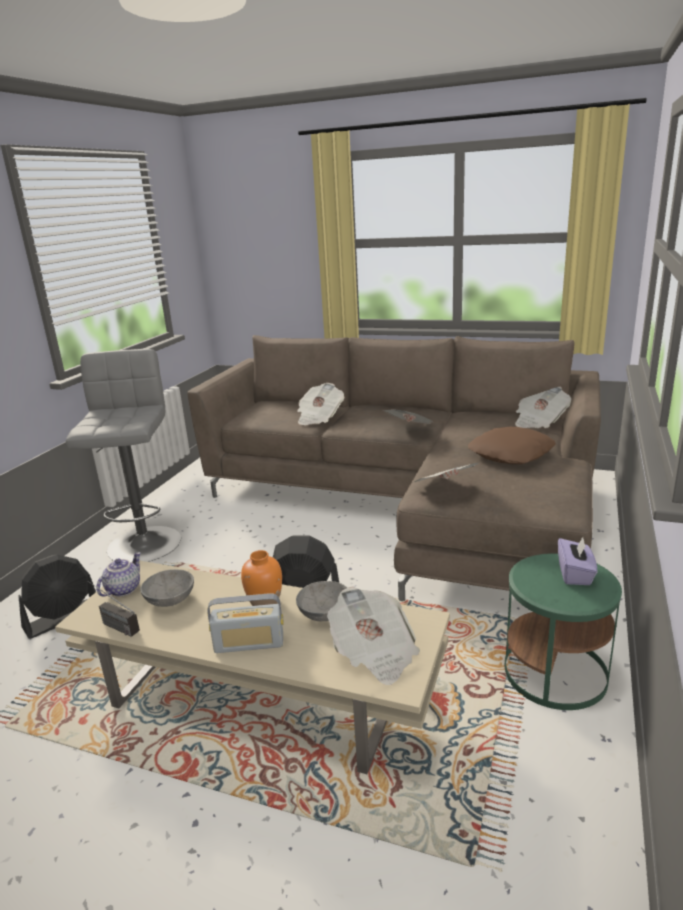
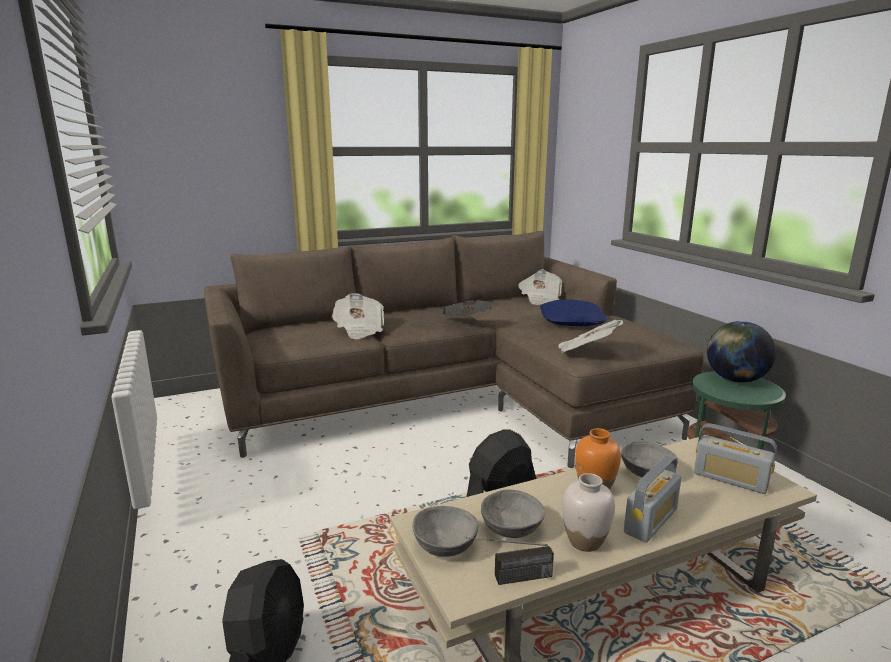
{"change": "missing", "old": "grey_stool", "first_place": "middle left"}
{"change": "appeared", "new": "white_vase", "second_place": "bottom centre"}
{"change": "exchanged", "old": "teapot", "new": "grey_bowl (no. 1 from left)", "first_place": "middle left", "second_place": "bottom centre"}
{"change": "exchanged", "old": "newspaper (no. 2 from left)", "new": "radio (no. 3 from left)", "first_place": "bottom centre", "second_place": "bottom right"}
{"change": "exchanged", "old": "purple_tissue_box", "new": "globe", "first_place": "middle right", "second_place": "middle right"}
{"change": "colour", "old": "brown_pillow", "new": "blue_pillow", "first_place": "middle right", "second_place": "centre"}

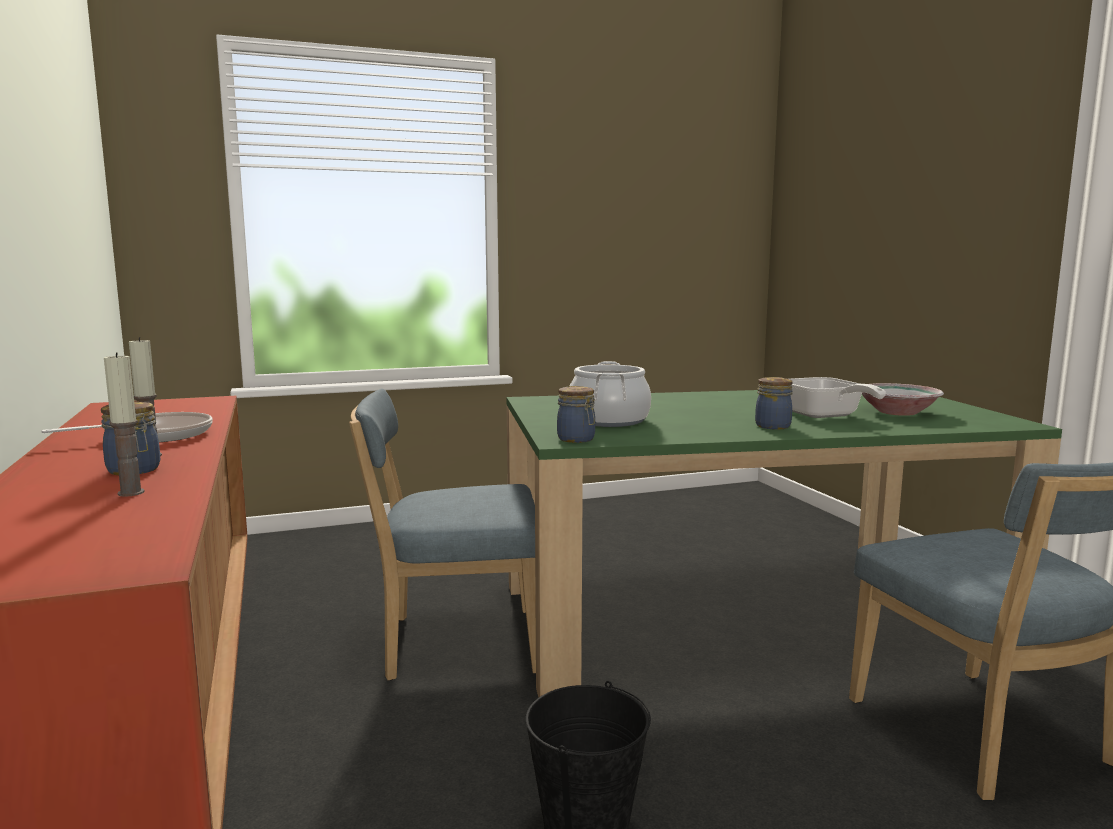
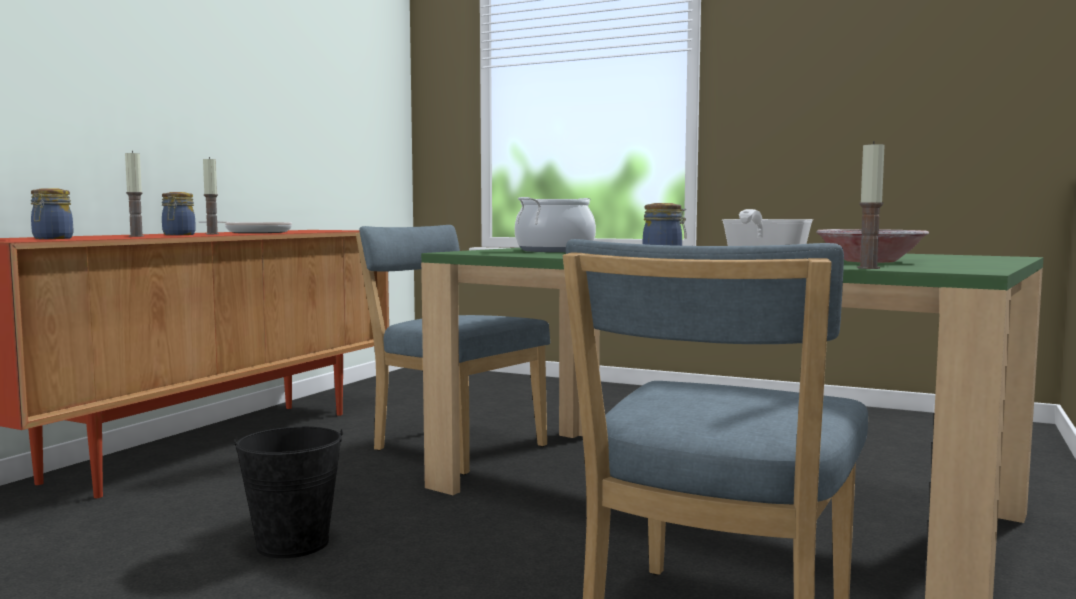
{"change": "appeared", "new": "candle (no. 3 from left)", "second_place": "middle right"}
{"change": "relocated", "old": "jar (no. 2 from left in the first image)", "new": "jar (no. 1 from left)", "first_place": "centre", "second_place": "middle left"}

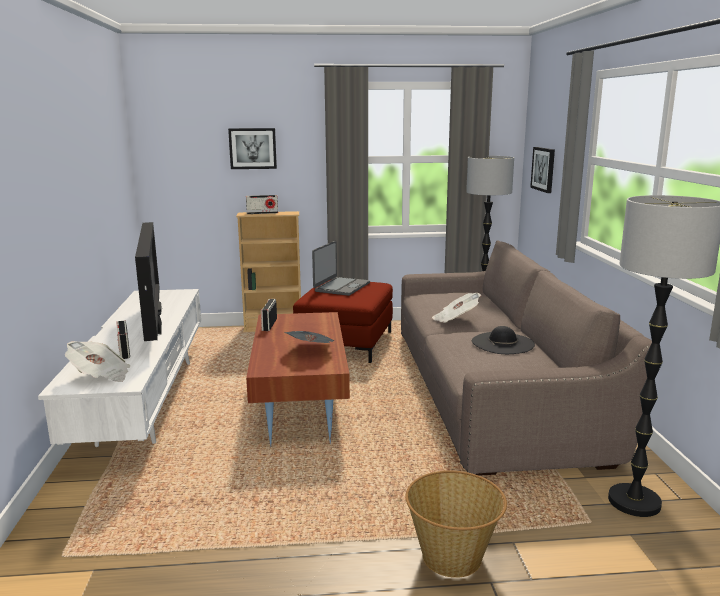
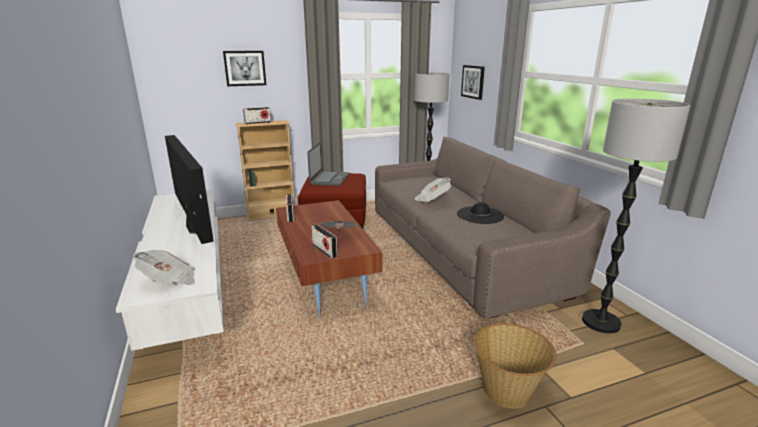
{"change": "relocated", "old": "radio (no. 1 from left in the first image)", "new": "radio (no. 3 from left)", "first_place": "middle left", "second_place": "centre"}

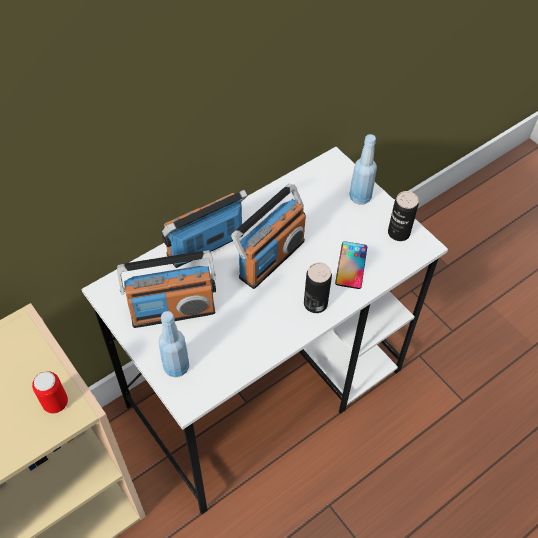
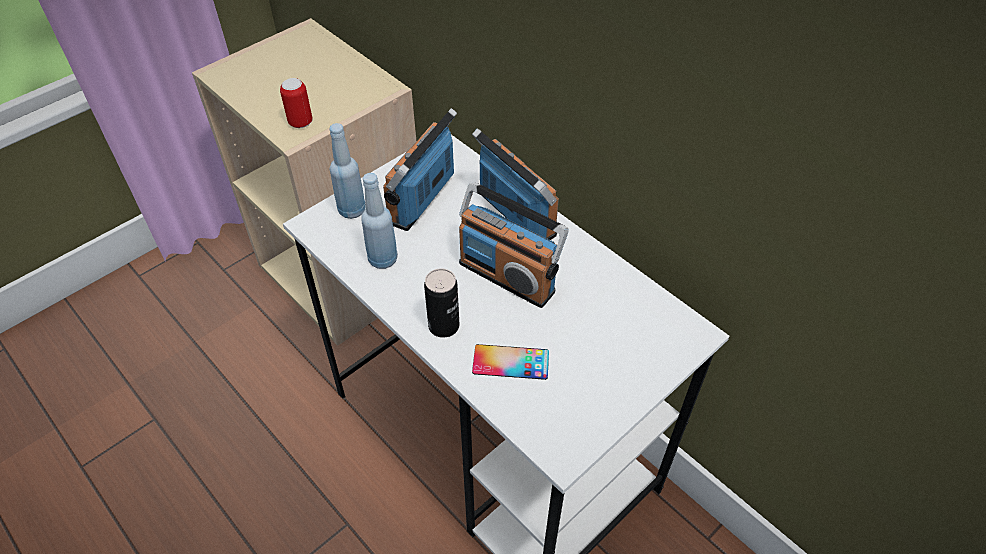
{"change": "missing", "old": "can (no. 3 from left)", "first_place": "middle right"}
{"change": "relocated", "old": "blue_bottle (no. 2 from left)", "first_place": "top right", "second_place": "centre"}
{"change": "spun", "old": "radio (no. 1 from left)", "first_place": "middle left", "second_place": "top centre", "degrees": 45}

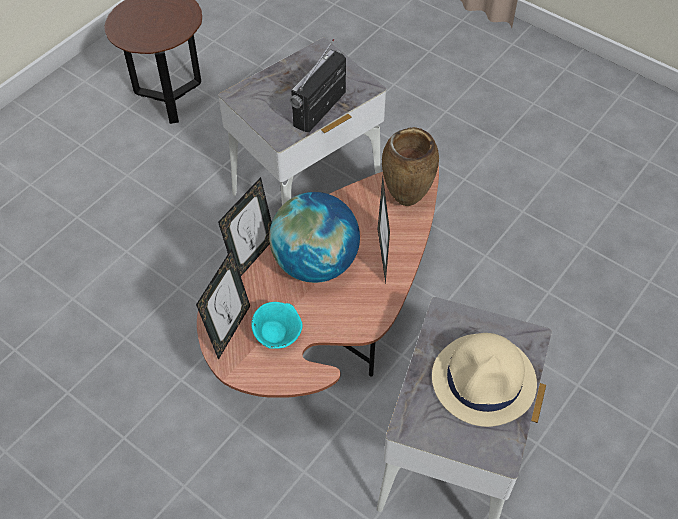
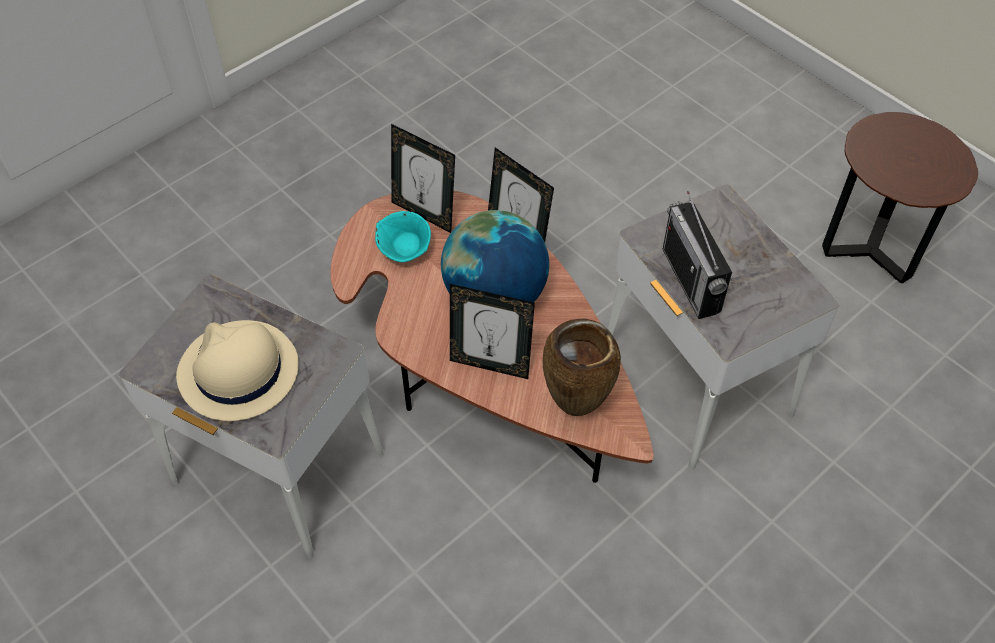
{"change": "spun", "old": "radio", "first_place": "top centre", "second_place": "middle right", "degrees": -150}

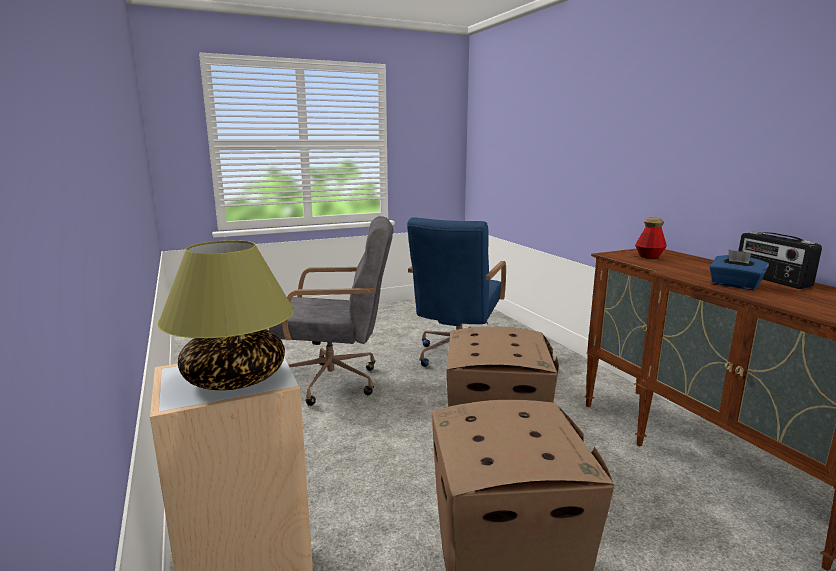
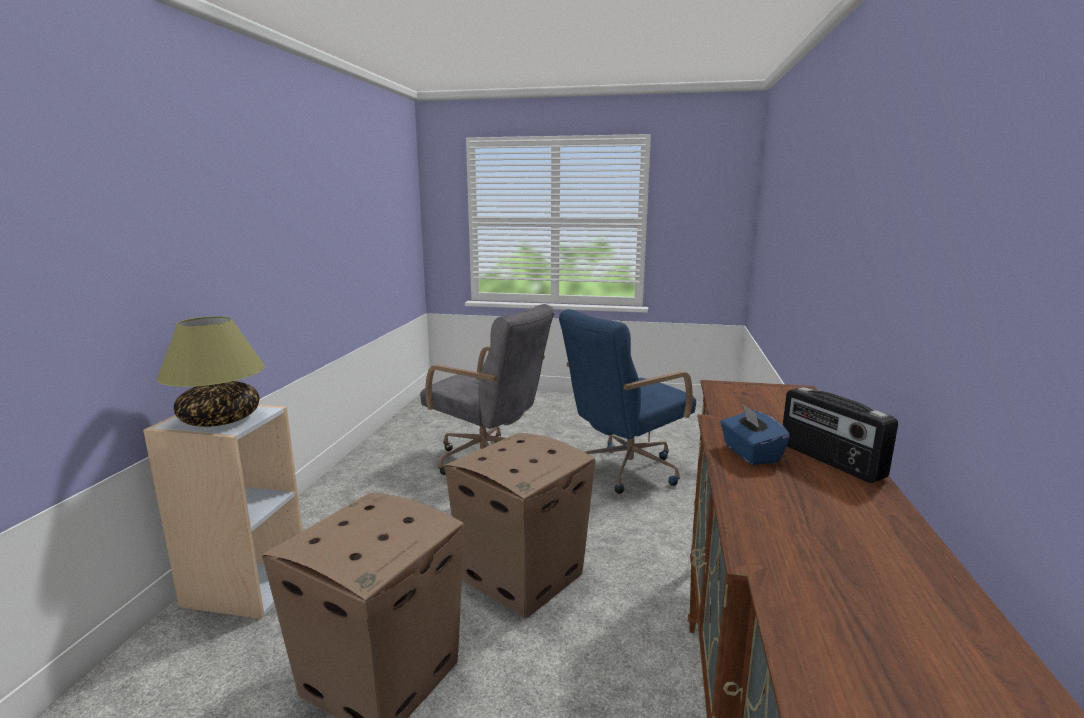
{"change": "missing", "old": "bottle", "first_place": "middle right"}
{"change": "spun", "old": "radio", "first_place": "middle right", "second_place": "middle right", "degrees": -45}

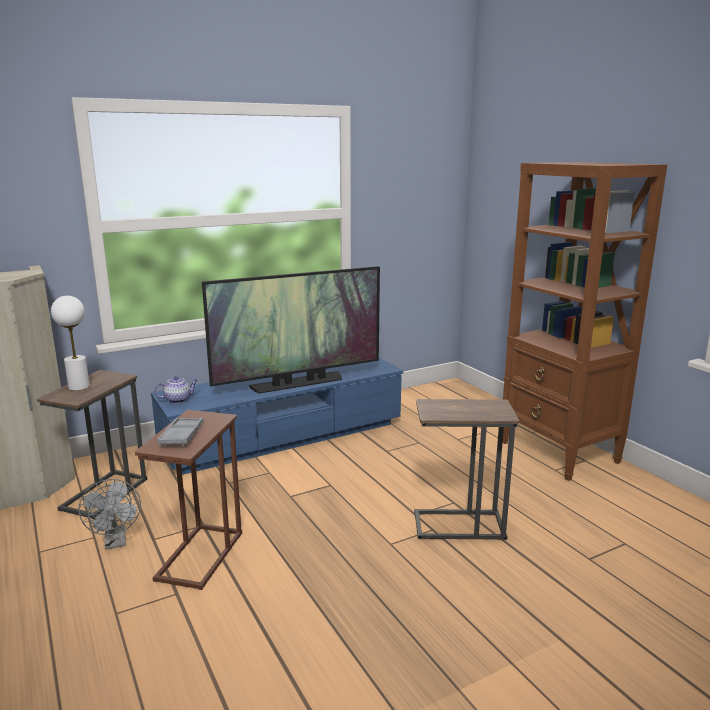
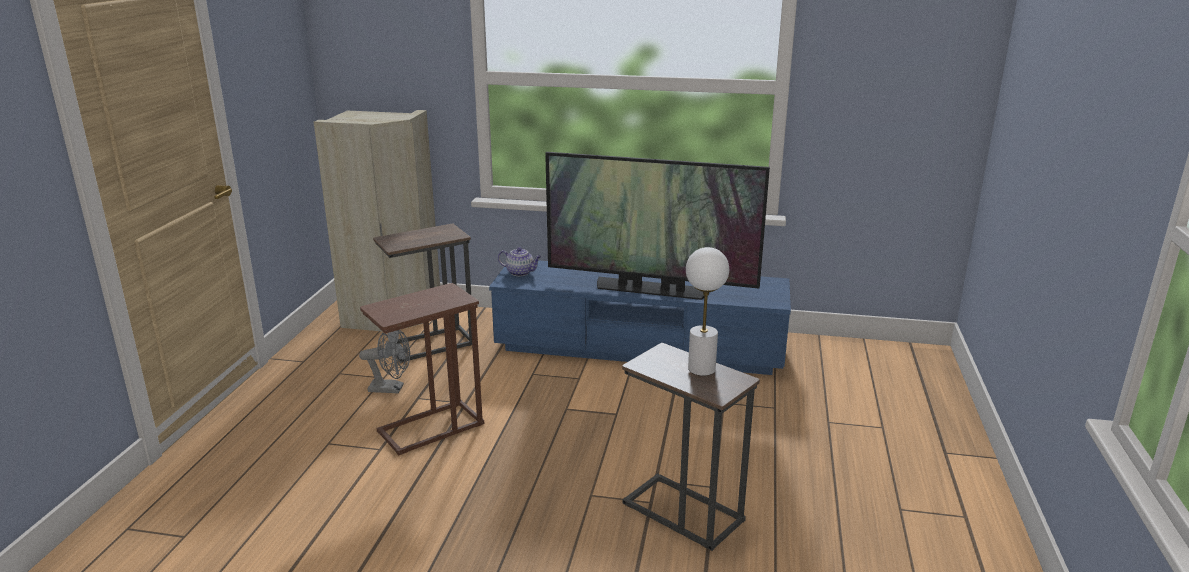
{"change": "missing", "old": "grey_tray", "first_place": "middle left"}
{"change": "missing", "old": "brown_bookcase", "first_place": "middle right"}
{"change": "relocated", "old": "white_table_lamp", "first_place": "middle left", "second_place": "centre"}
{"change": "spun", "old": "grey_fan", "first_place": "bottom left", "second_place": "middle left", "degrees": -105}

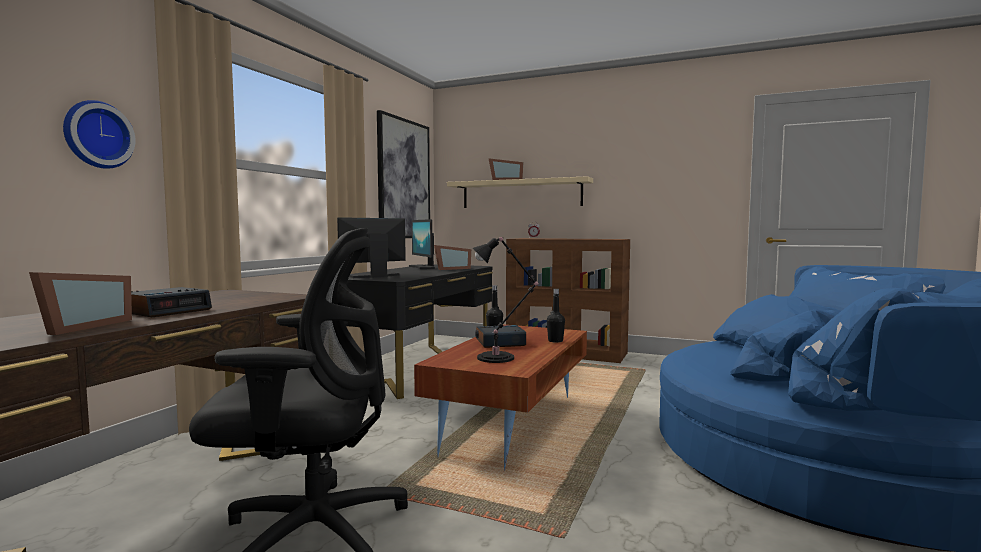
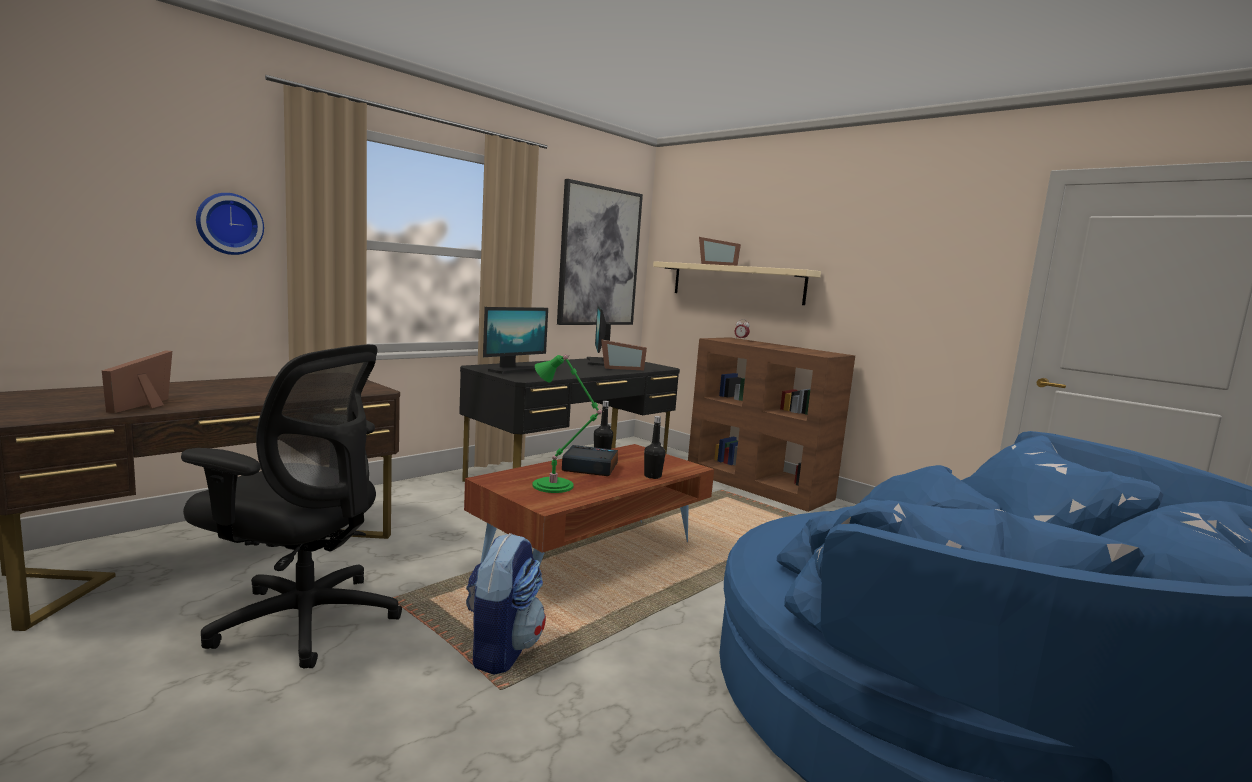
{"change": "missing", "old": "alarm_clock (no. 1 from left)", "first_place": "middle left"}
{"change": "appeared", "new": "backpack", "second_place": "bottom centre"}
{"change": "colour", "old": "black_table_lamp", "new": "green_table_lamp", "first_place": "centre", "second_place": "centre"}
{"change": "spun", "old": "picture_frame (no. 1 from left)", "first_place": "middle left", "second_place": "middle left", "degrees": 150}
{"change": "spun", "old": "monitor (no. 1 from left)", "first_place": "centre", "second_place": "centre", "degrees": 150}

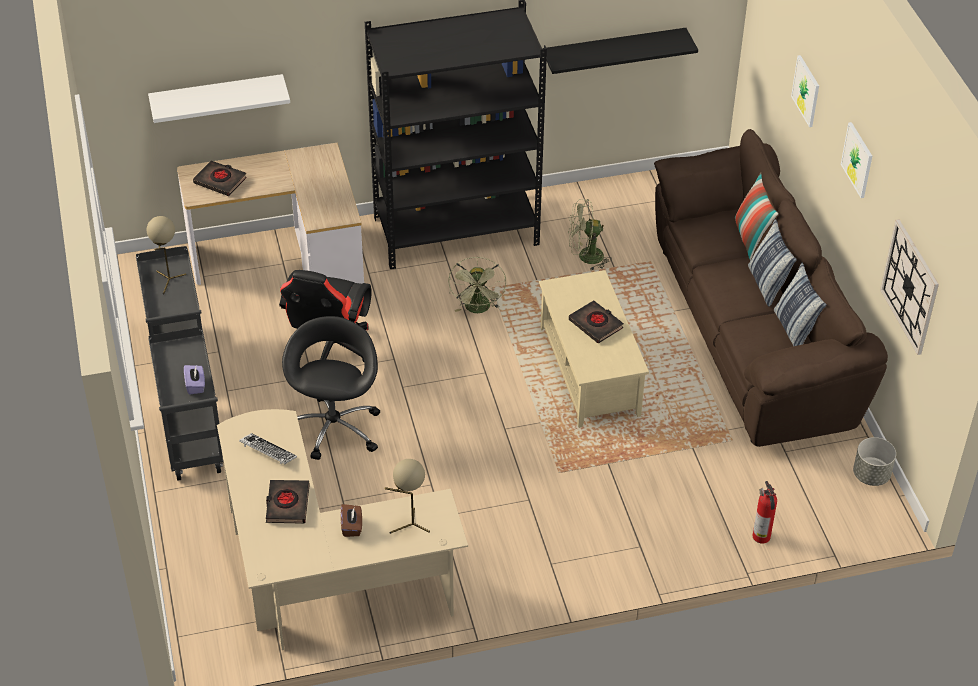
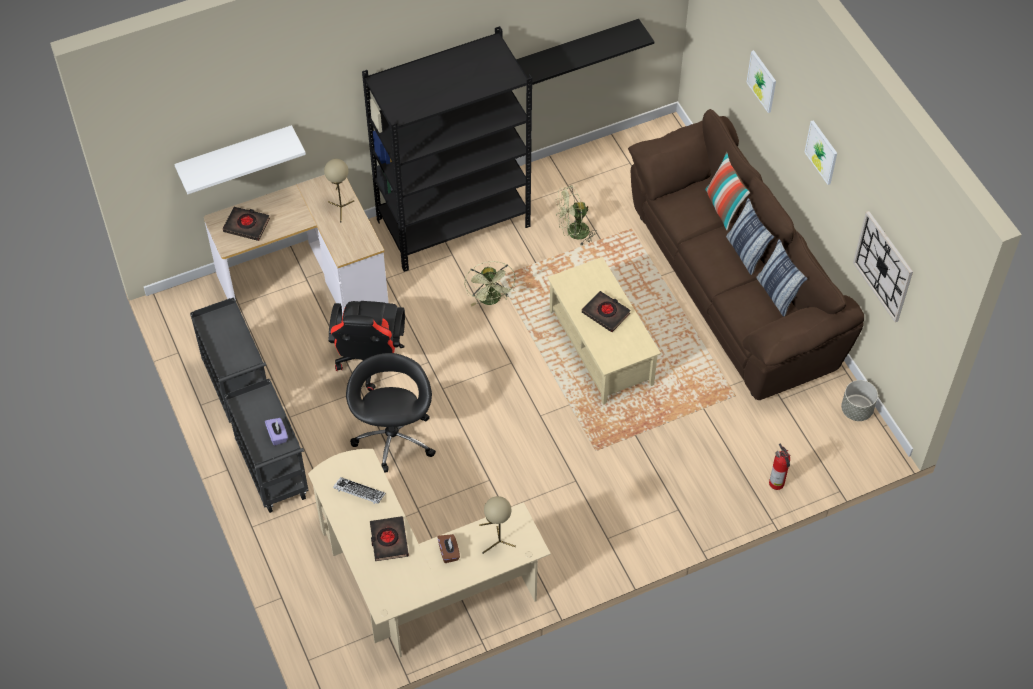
{"change": "relocated", "old": "beige_table_lamp (no. 1 from left)", "first_place": "middle left", "second_place": "top left"}

